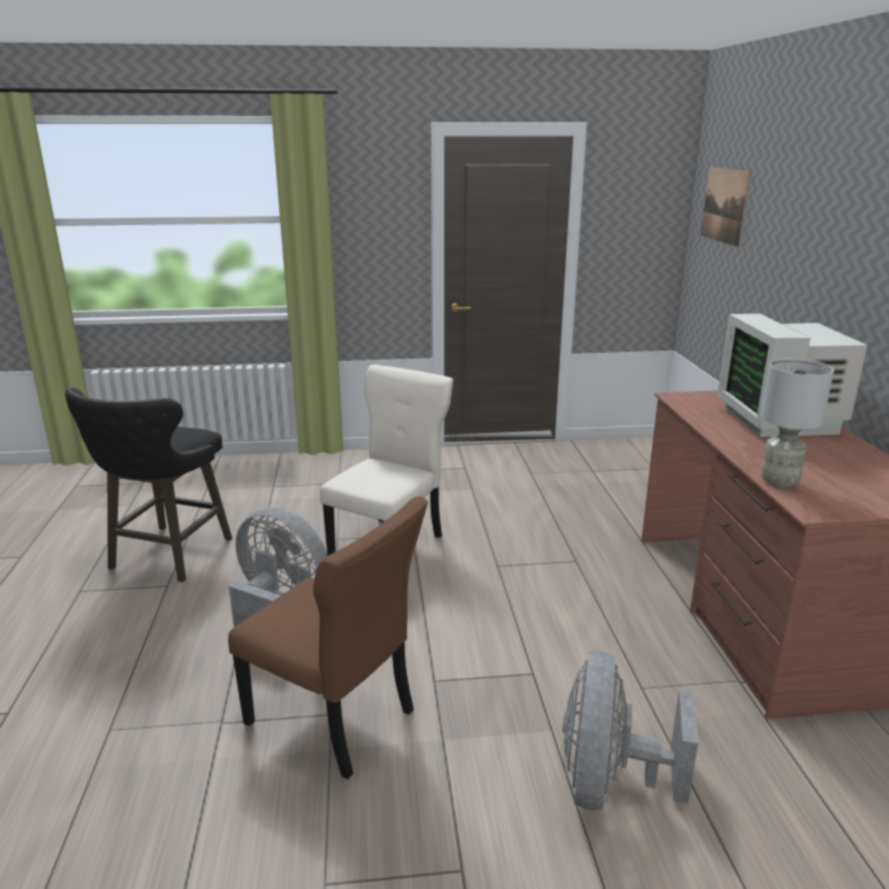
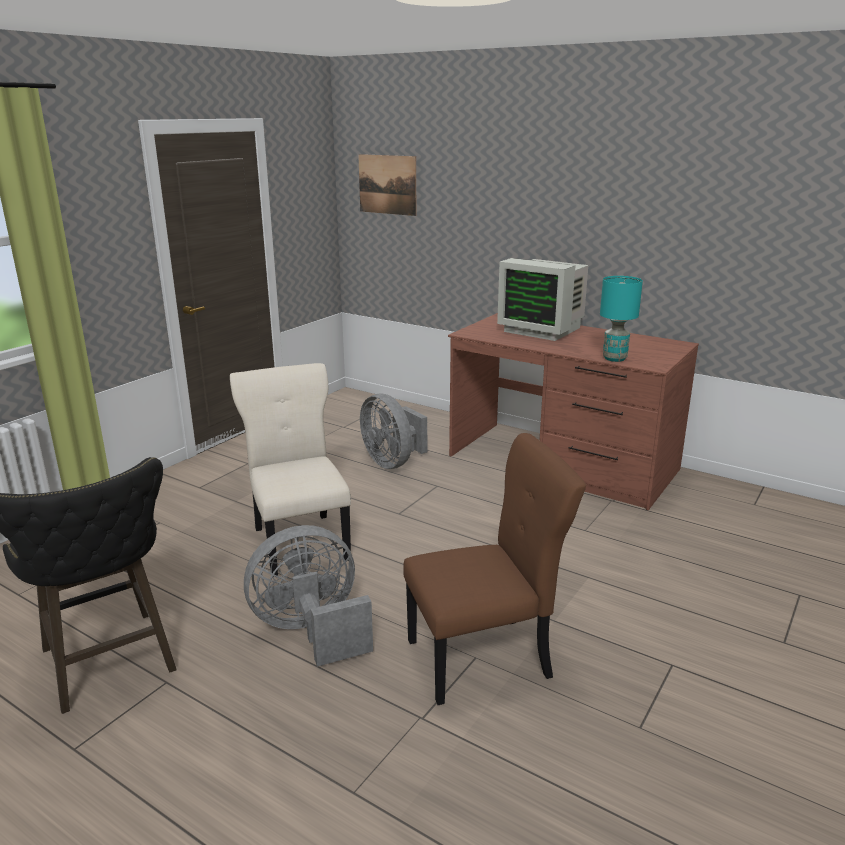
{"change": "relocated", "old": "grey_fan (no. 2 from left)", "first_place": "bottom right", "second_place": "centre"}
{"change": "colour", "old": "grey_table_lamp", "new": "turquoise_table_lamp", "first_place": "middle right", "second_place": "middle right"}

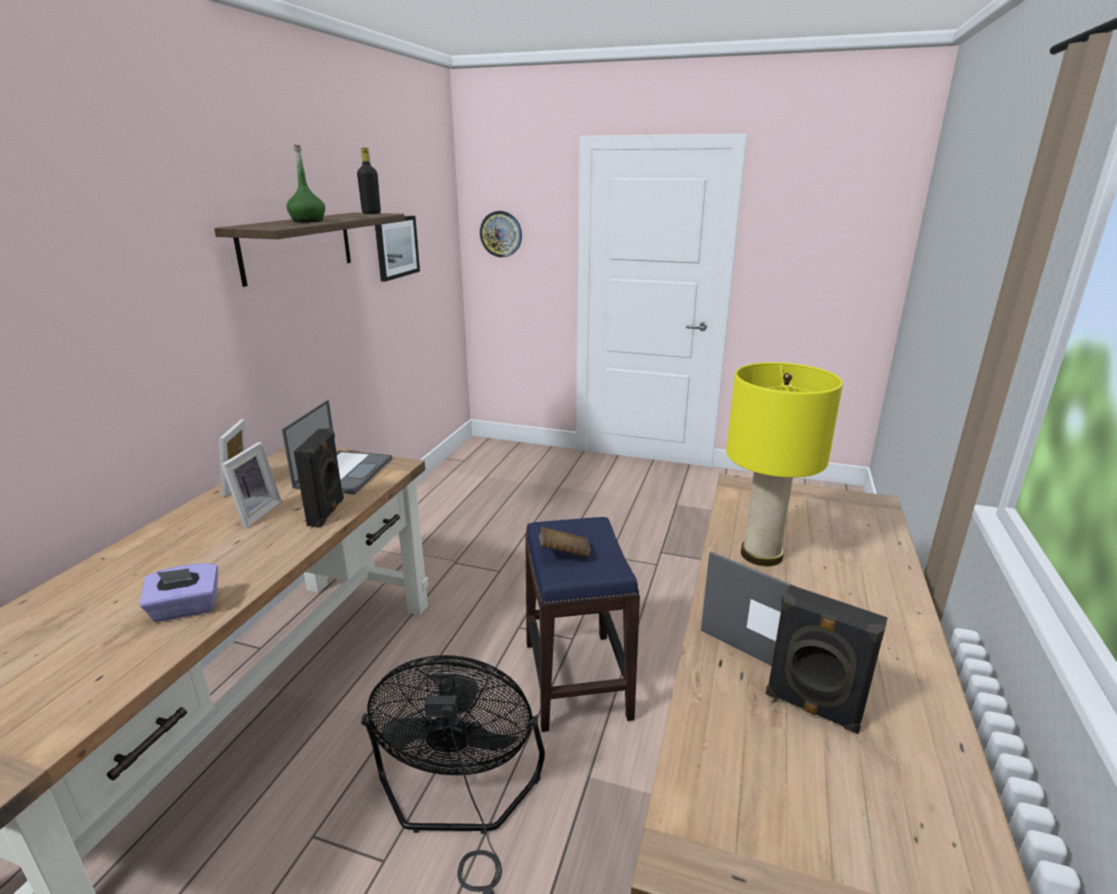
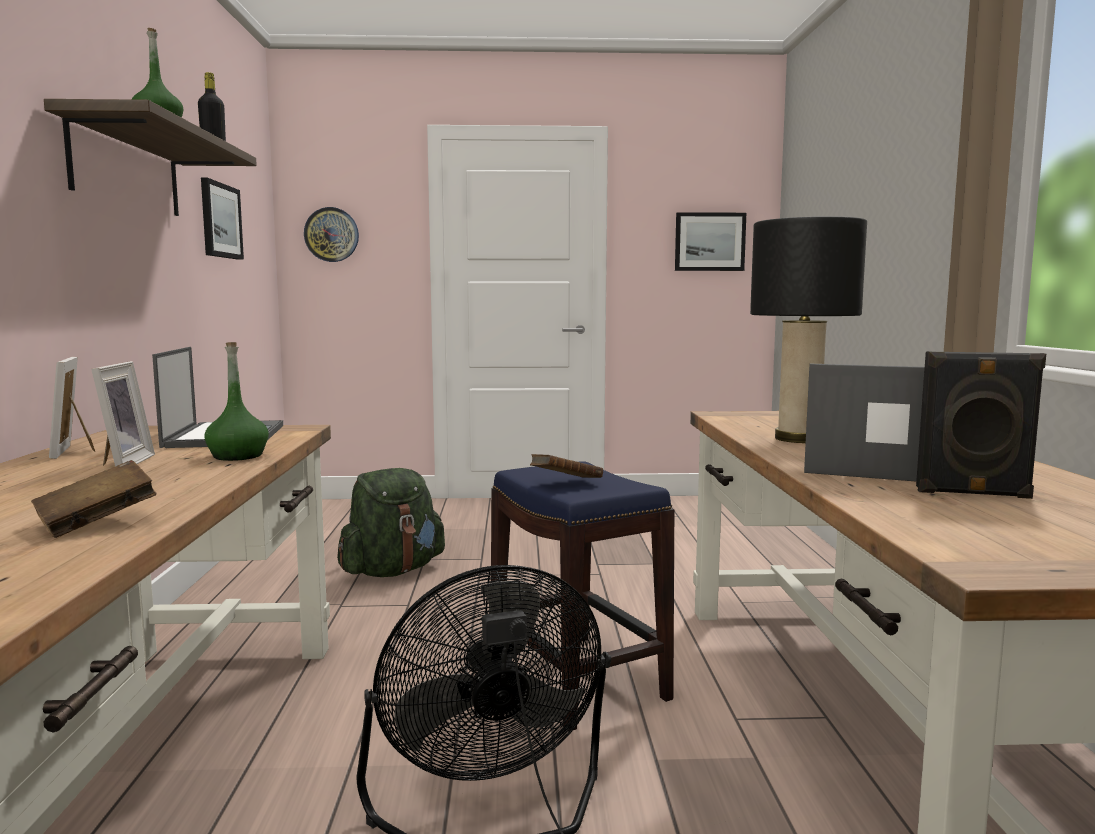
{"change": "appeared", "new": "green_backpack", "second_place": "centre"}
{"change": "appeared", "new": "picture (no. 2 from left)", "second_place": "top centre"}
{"change": "exchanged", "old": "purple_tissue_box", "new": "brown_book (no. 1 from left)", "first_place": "middle left", "second_place": "middle left"}
{"change": "exchanged", "old": "black_speaker (no. 1 from left)", "new": "green_bottle (no. 2 from left)", "first_place": "middle left", "second_place": "middle left"}
{"change": "colour", "old": "yellow_table_lamp", "new": "black_table_lamp", "first_place": "middle right", "second_place": "middle right"}

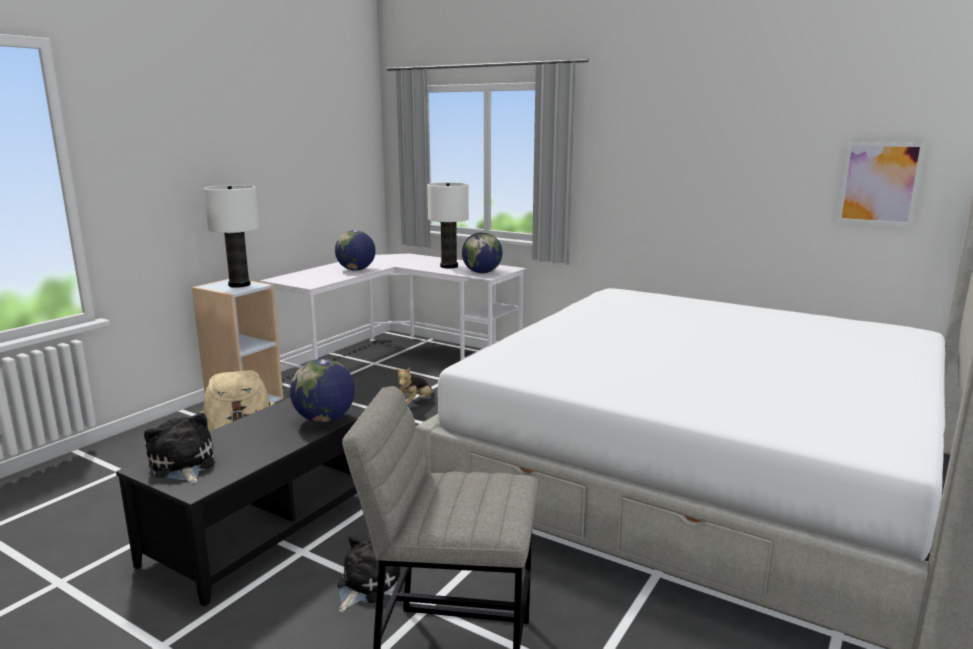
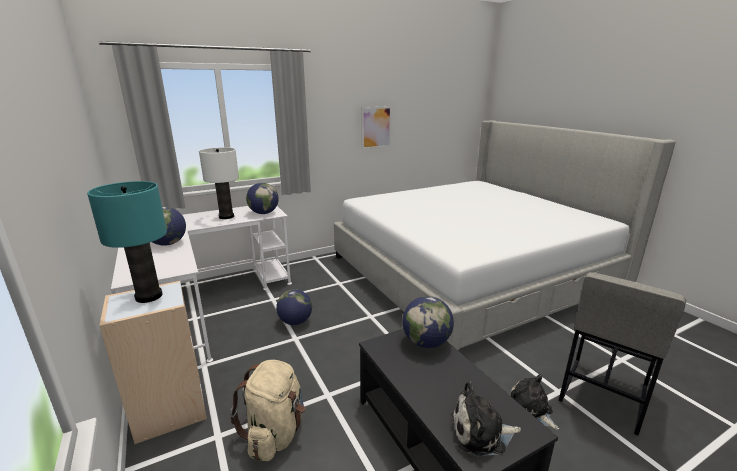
{"change": "relocated", "old": "picture", "first_place": "top right", "second_place": "top centre"}
{"change": "exchanged", "old": "plush_toy (no. 3 from left)", "new": "globe (no. 3 from left)", "first_place": "centre", "second_place": "centre"}
{"change": "colour", "old": "white_table_lamp (no. 1 from left)", "new": "turquoise_table_lamp", "first_place": "middle left", "second_place": "middle left"}

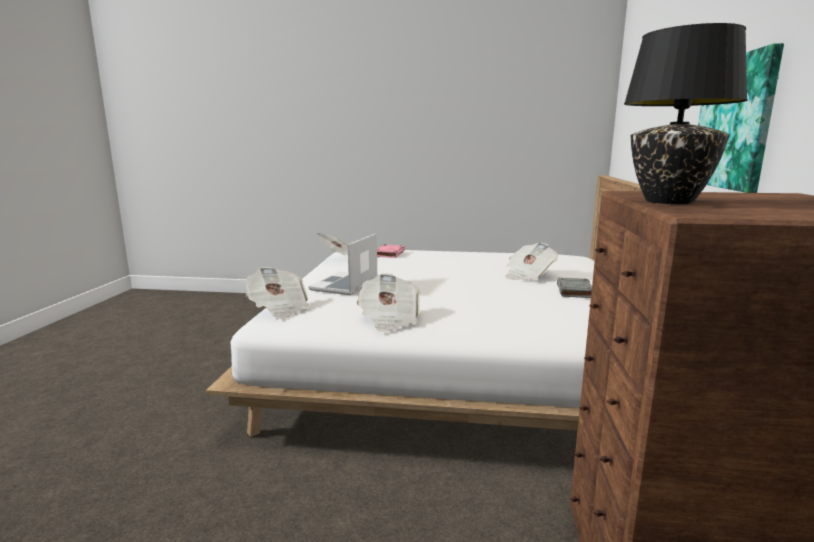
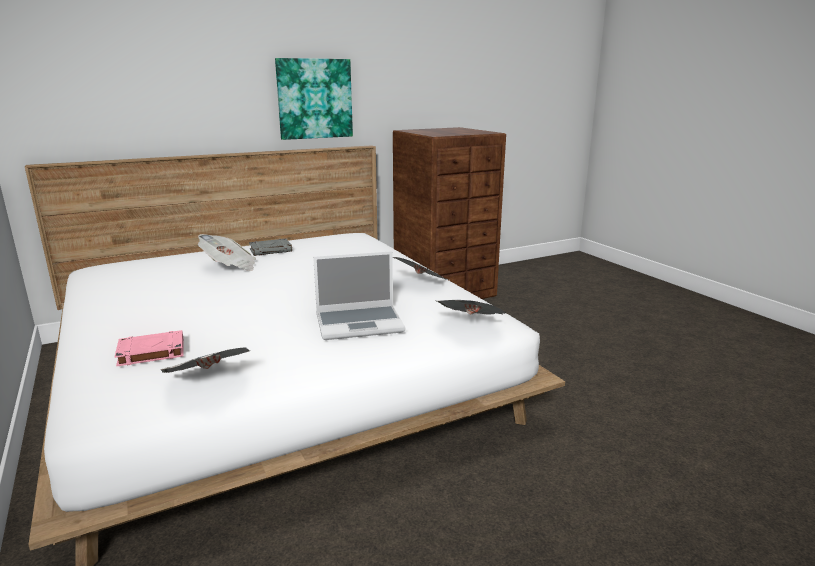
{"change": "missing", "old": "black_table_lamp", "first_place": "top right"}

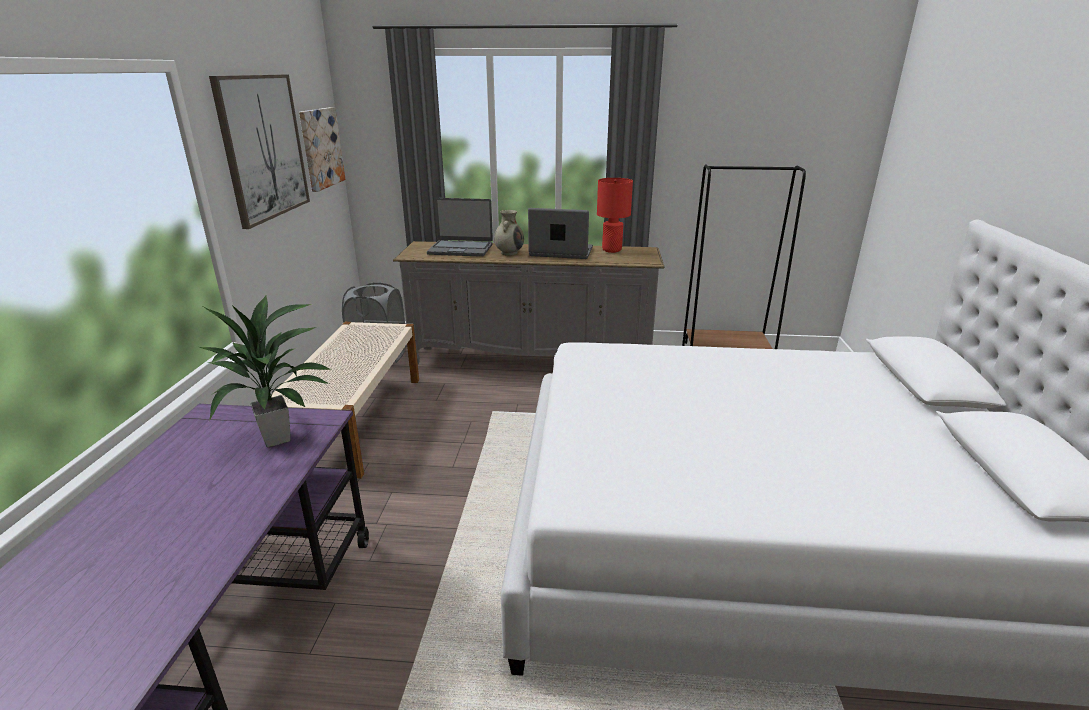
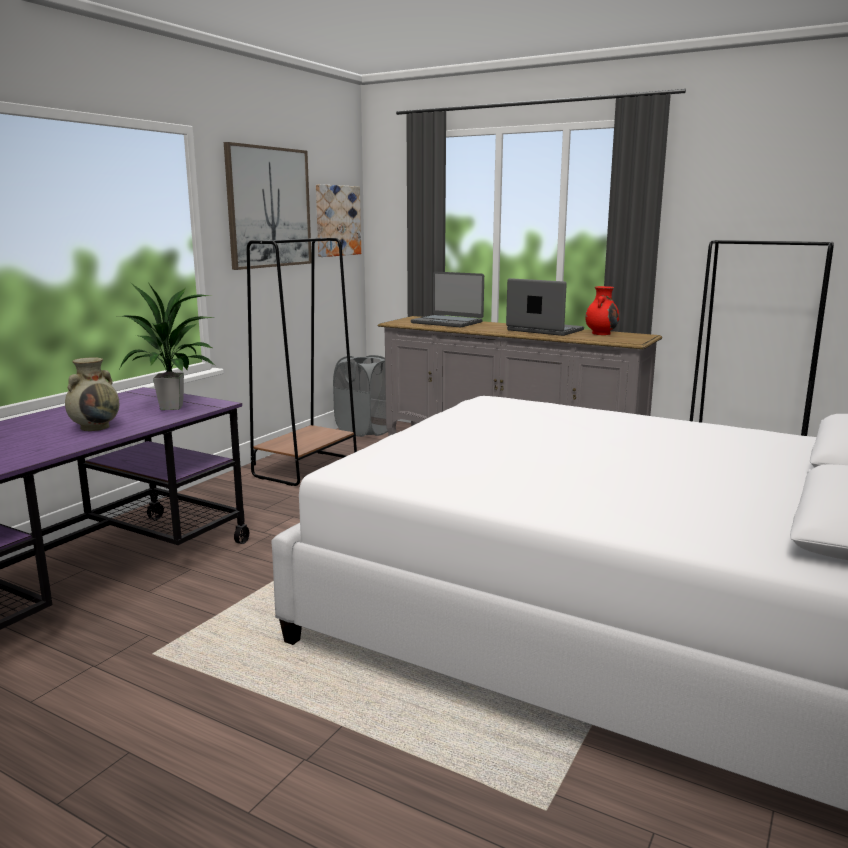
{"change": "relocated", "old": "beige_vase", "first_place": "top centre", "second_place": "middle left"}
{"change": "exchanged", "old": "beige_bench", "new": "clothes_rack (no. 1 from left)", "first_place": "middle left", "second_place": "centre"}
{"change": "exchanged", "old": "red_table_lamp", "new": "red_vase", "first_place": "top centre", "second_place": "middle right"}

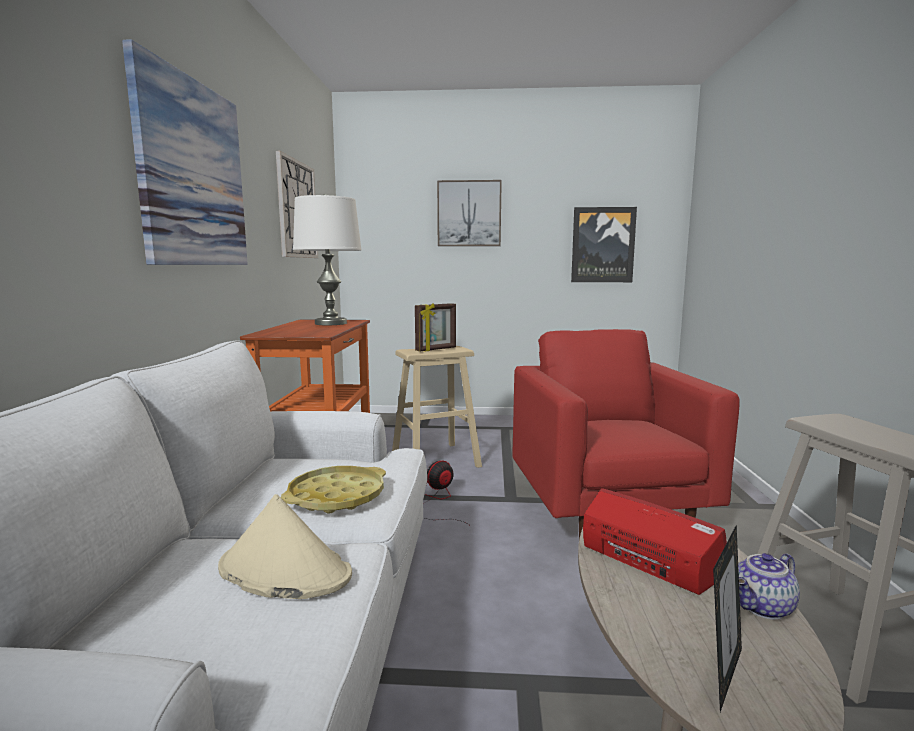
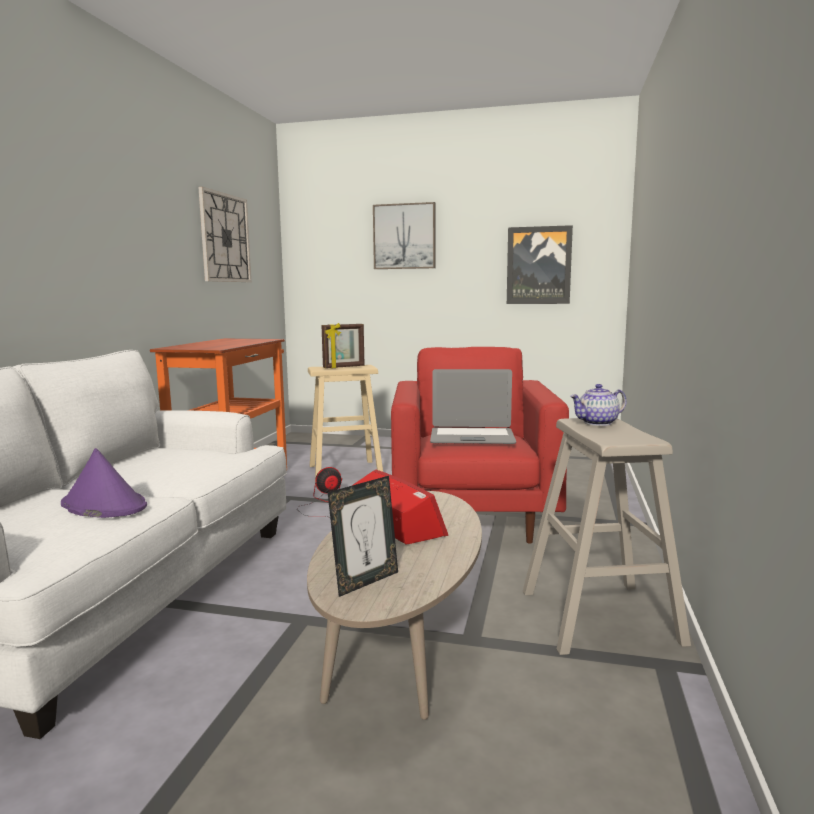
{"change": "missing", "old": "picture (no. 1 from left)", "first_place": "top left"}
{"change": "missing", "old": "yellow_tray", "first_place": "bottom centre"}
{"change": "missing", "old": "white_table_lamp", "first_place": "centre"}
{"change": "appeared", "new": "laptop", "second_place": "centre"}
{"change": "relocated", "old": "teapot", "first_place": "bottom right", "second_place": "middle right"}
{"change": "colour", "old": "beige_hat", "new": "purple_hat", "first_place": "bottom left", "second_place": "middle left"}

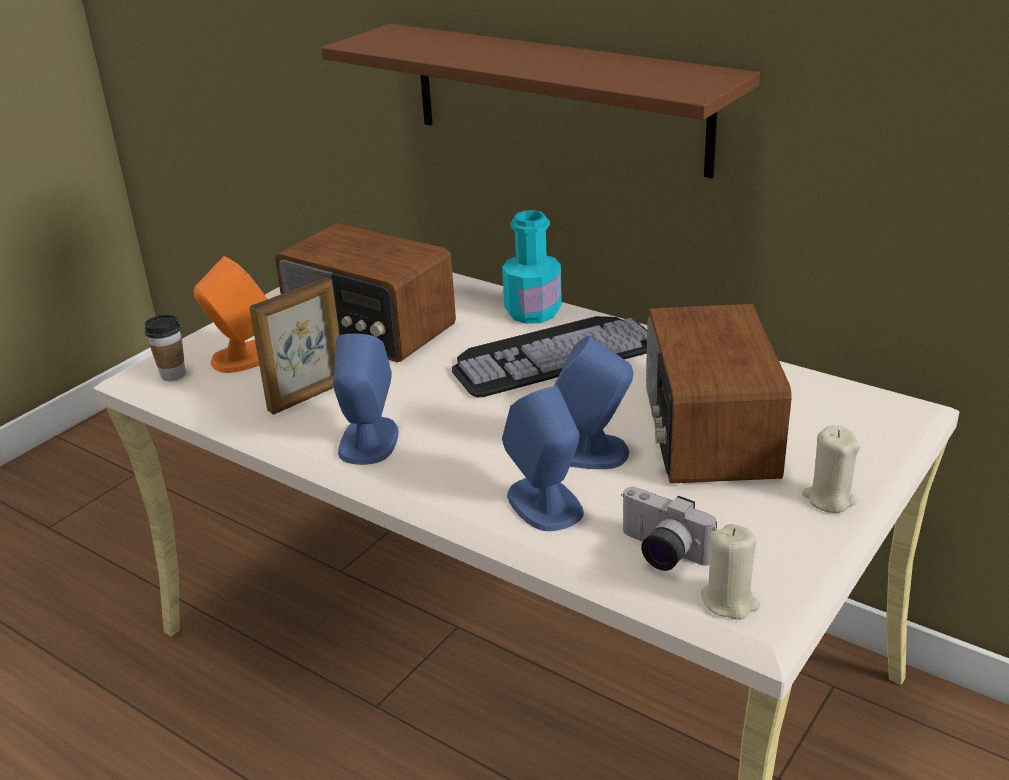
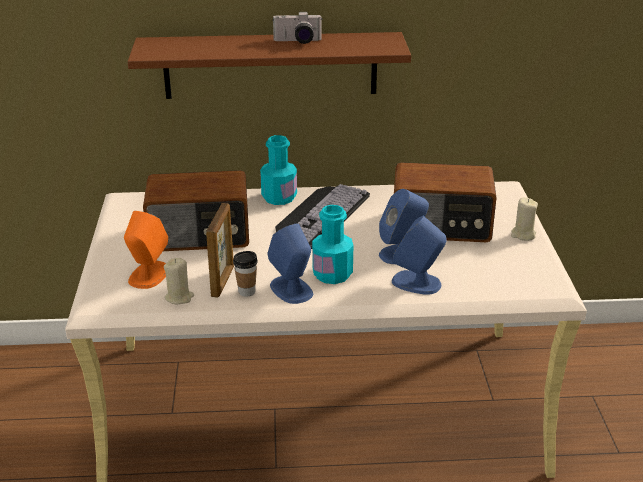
{"change": "appeared", "new": "turquoise_bottle (no. 2 from left)", "second_place": "centre"}
{"change": "relocated", "old": "cup", "first_place": "middle left", "second_place": "centre"}
{"change": "relocated", "old": "photo_camera", "first_place": "bottom centre", "second_place": "top centre"}
{"change": "relocated", "old": "beige_candle (no. 1 from left)", "first_place": "bottom right", "second_place": "middle left"}
{"change": "spun", "old": "radio (no. 2 from left)", "first_place": "middle right", "second_place": "middle right", "degrees": -45}

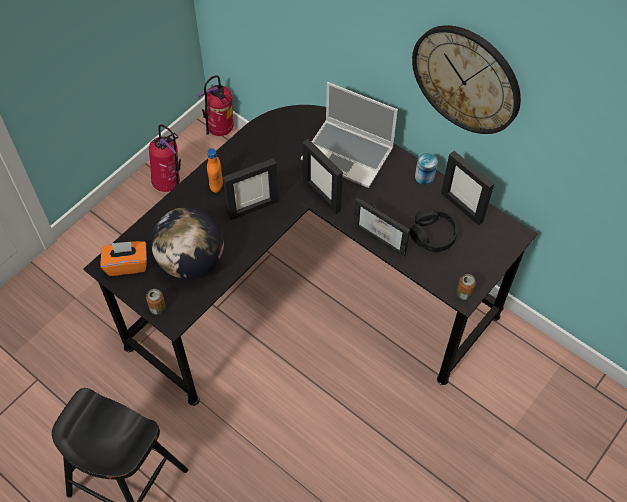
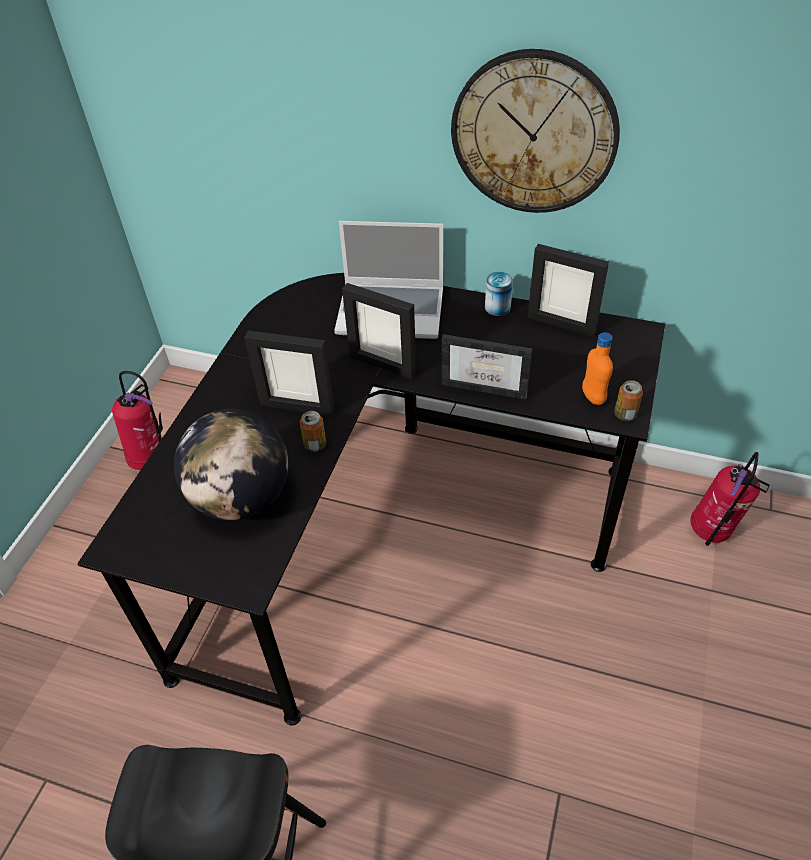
{"change": "missing", "old": "orange_tissue_box", "first_place": "middle left"}
{"change": "missing", "old": "black_headphones", "first_place": "middle right"}
{"change": "relocated", "old": "can (no. 1 from left)", "first_place": "middle left", "second_place": "centre"}
{"change": "relocated", "old": "fire_extinguisher (no. 2 from left)", "first_place": "top centre", "second_place": "middle right"}
{"change": "relocated", "old": "orange_bottle", "first_place": "centre", "second_place": "middle right"}
{"change": "spun", "old": "picture_frame (no. 1 from left)", "first_place": "centre", "second_place": "centre", "degrees": 60}

